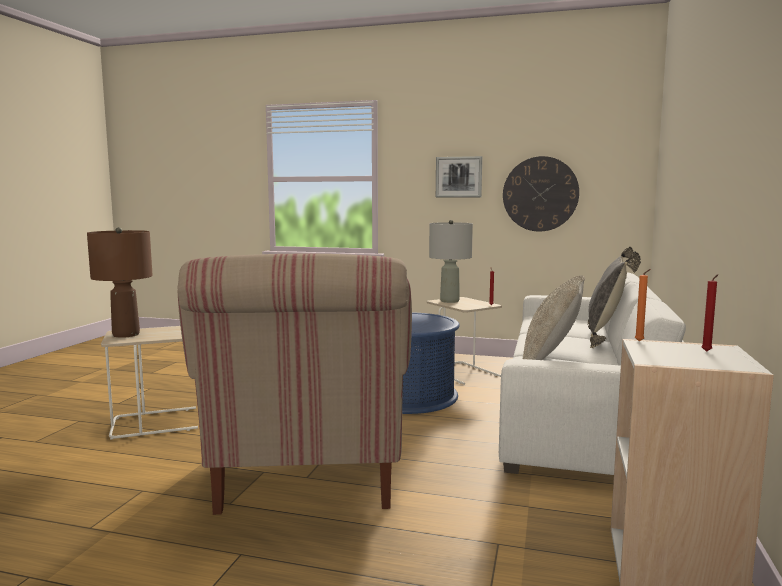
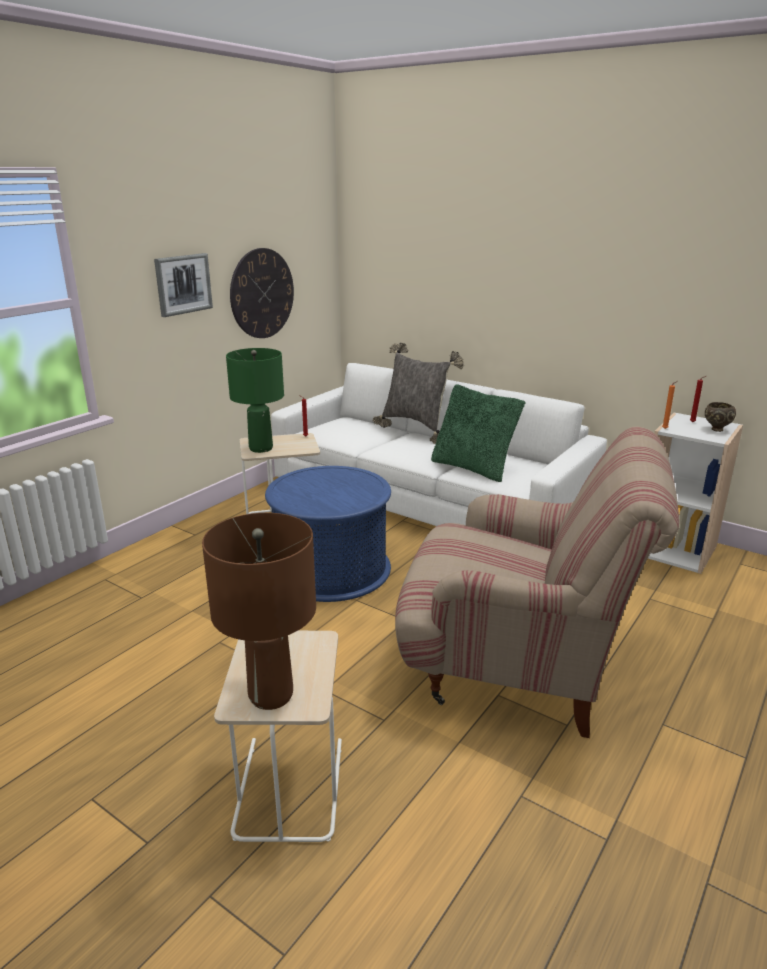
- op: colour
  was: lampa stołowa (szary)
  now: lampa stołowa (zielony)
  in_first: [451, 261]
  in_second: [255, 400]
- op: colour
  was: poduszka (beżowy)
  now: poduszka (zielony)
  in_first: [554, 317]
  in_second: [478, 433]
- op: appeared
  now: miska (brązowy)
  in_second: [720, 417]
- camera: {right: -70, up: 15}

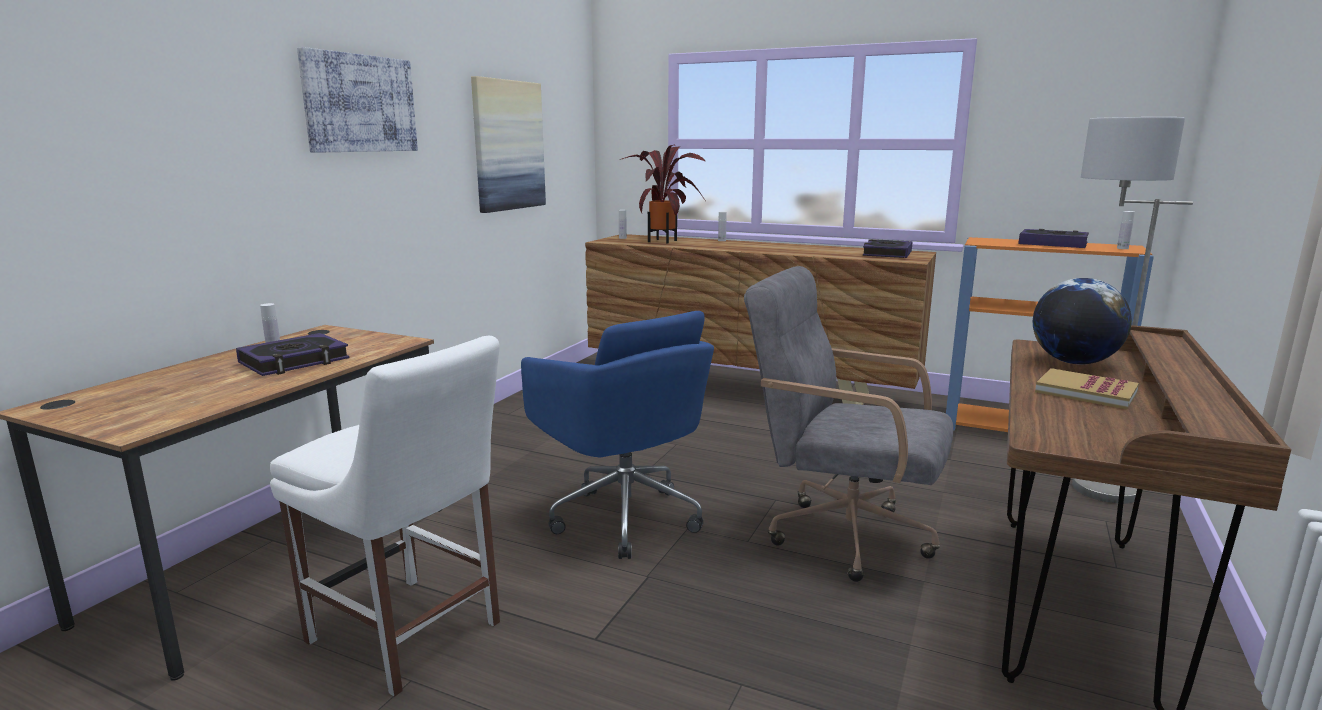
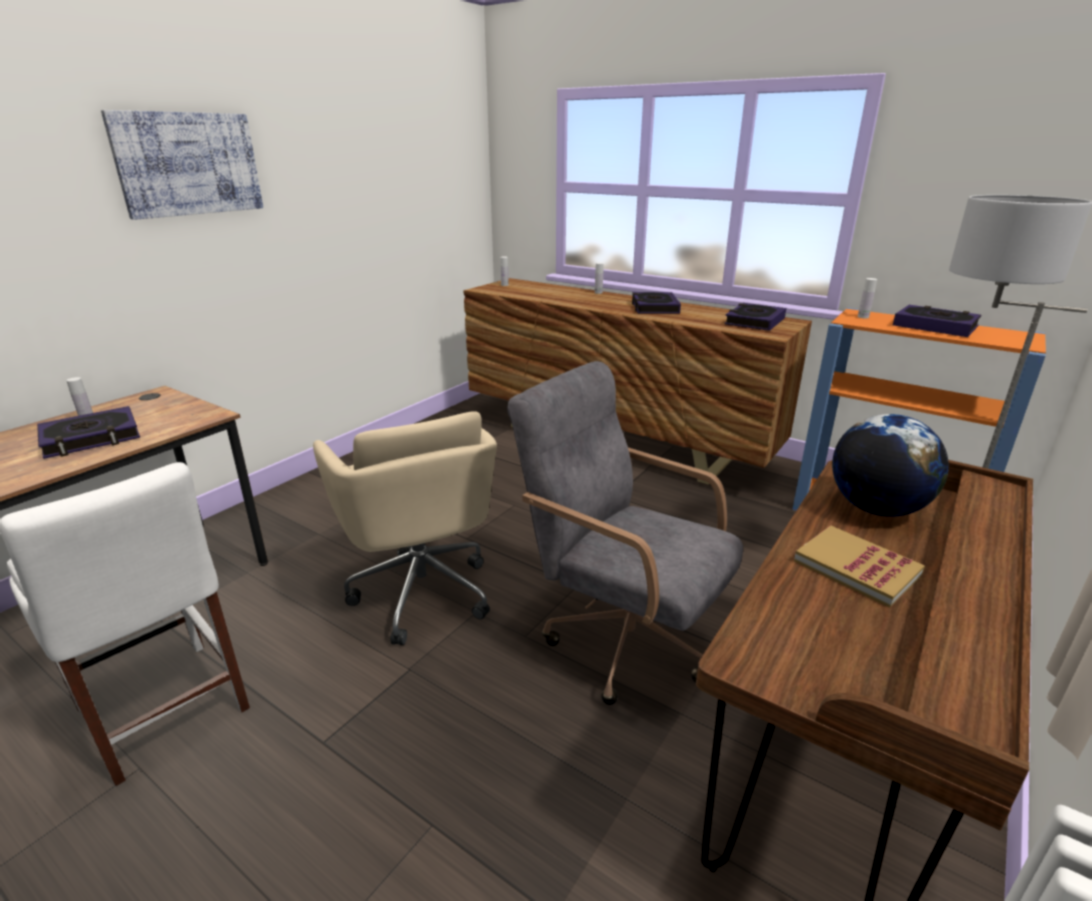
- op: missing
  was: obraz
  in_first: [508, 144]
- op: colour
  was: krzesło biurowe (niebieski)
  now: krzesło biurowe (beżowy)
  in_first: [617, 435]
  in_second: [405, 528]
- op: missing
  was: roślina doniczkowa
  in_first: [663, 194]
- op: relocated
  was: butelka (biały)
  in_first: [1126, 230]
  in_second: [867, 298]
- op: appeared
  now: książka
  in_second: [656, 303]
- camera: {right: 10, up: 10}

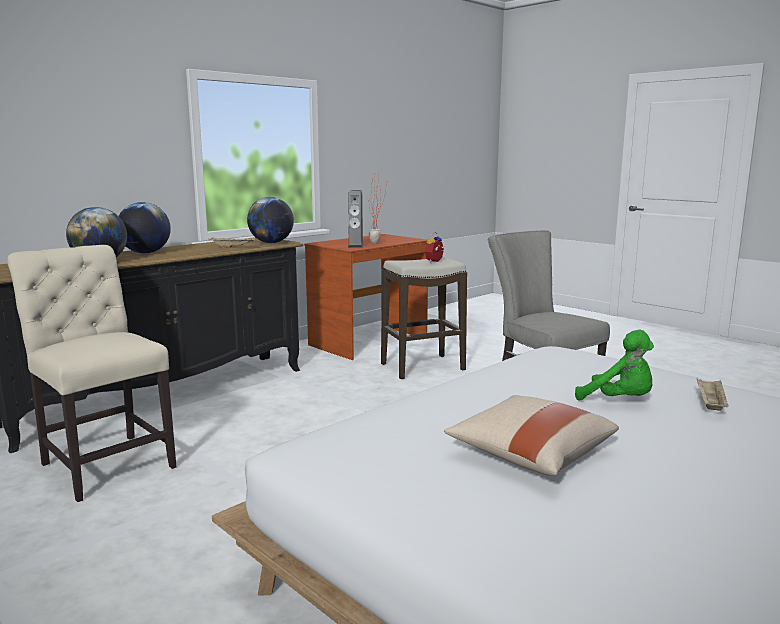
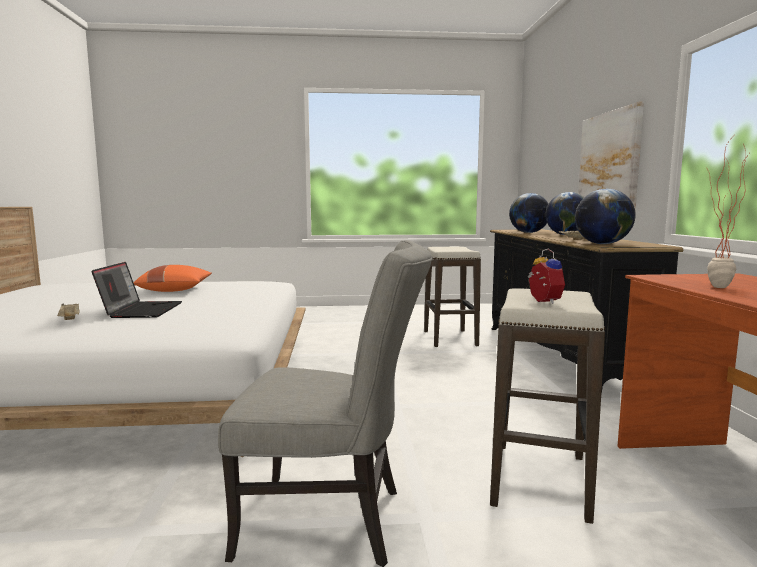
- op: exchanged
  was: krzesło (beżowy)
  now: stołek
  in_first: [91, 373]
  in_second: [452, 297]
- op: missing
  was: głośnik
  in_first: [356, 219]
- op: colour
  was: poduszka (beżowy)
  now: poduszka (pomarańczowy)
  in_first: [531, 435]
  in_second: [173, 278]
- op: exchanged
  was: pluszak (zielony)
  now: laptop
  in_first: [614, 365]
  in_second: [136, 290]
- op: appeared
  now: obraz
  in_second: [611, 155]
- camera: {right: 130, up: -5}

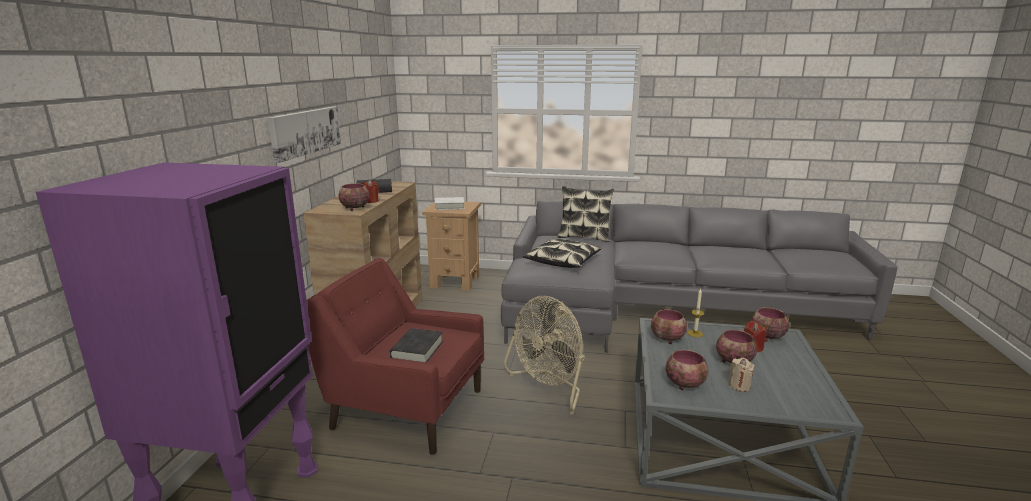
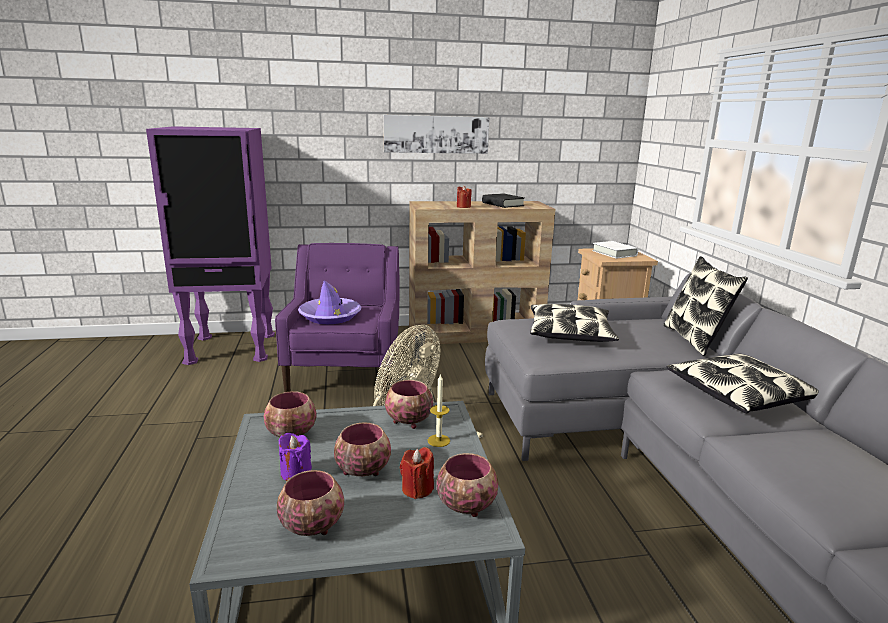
- op: colour
  was: fotel (czerwony)
  now: fotel (fioletowy)
  in_first: [395, 356]
  in_second: [337, 318]
- op: relocated
  was: miska
  in_first: [354, 197]
  in_second: [310, 503]
- op: exchanged
  was: książka (czarny)
  now: kapelusz (fioletowy)
  in_first: [416, 345]
  in_second: [330, 302]
- op: colour
  was: świeca (beżowy)
  now: świeca (fioletowy)
  in_first: [741, 375]
  in_second: [295, 457]
- op: appeared
  now: poduszka
  in_second: [742, 383]
- camera: {right: 70, up: 0}

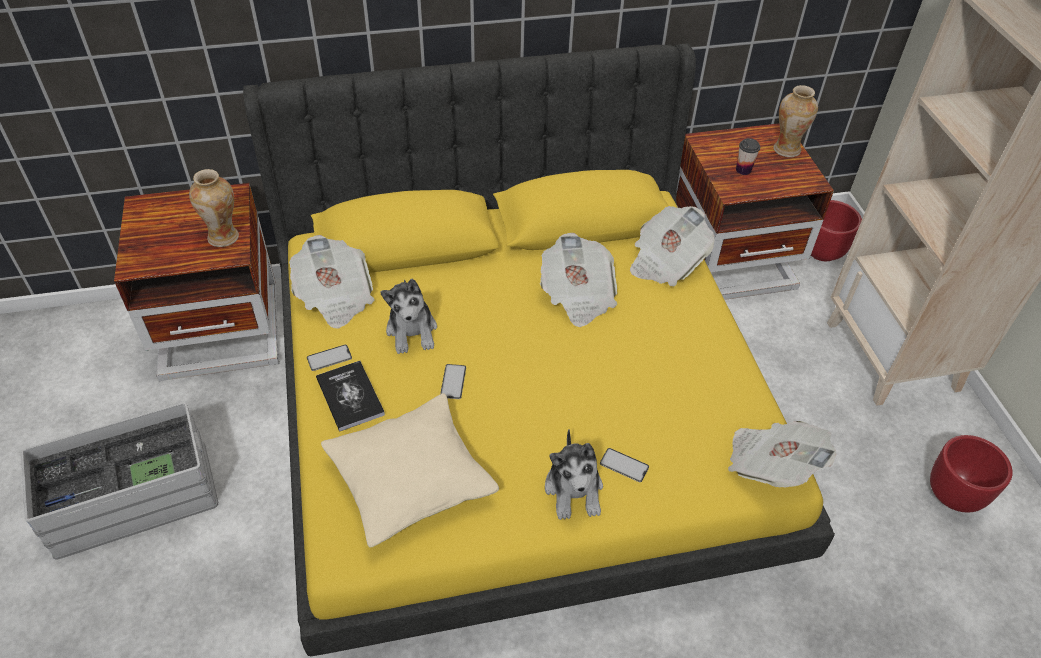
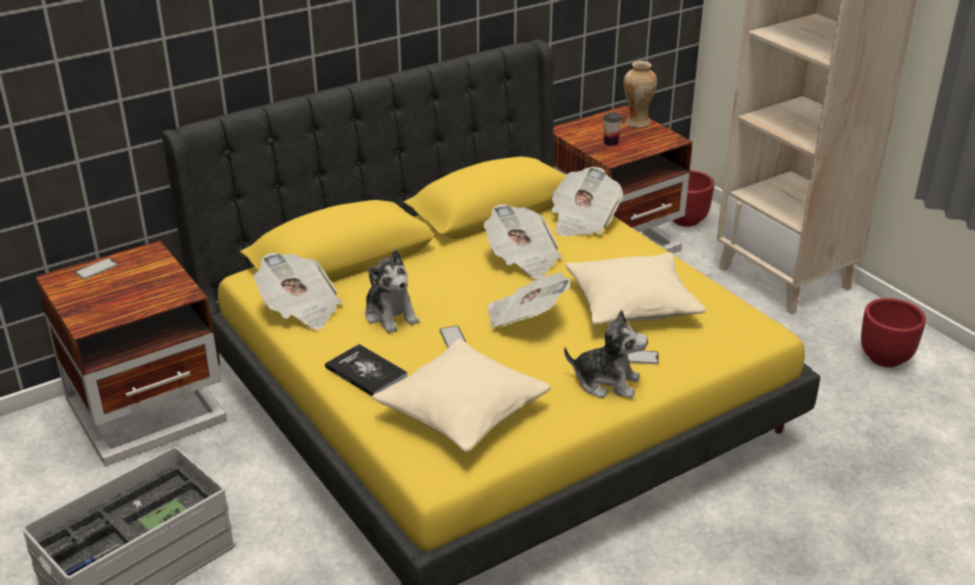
- op: missing
  was: wazon
  in_first: [214, 208]
- op: relocated
  was: telefon
  in_first: [329, 358]
  in_second: [96, 268]
- op: spun
  was: pluszak
  in_first: [574, 474]
  in_second: [606, 354]
  clockwise: -45
- op: relocated
  was: gazeta
  in_first: [782, 454]
  in_second: [529, 300]
- op: appeared
  now: poduszka (beżowy)
  in_second: [636, 288]
- camera: {right: -20, up: -15}

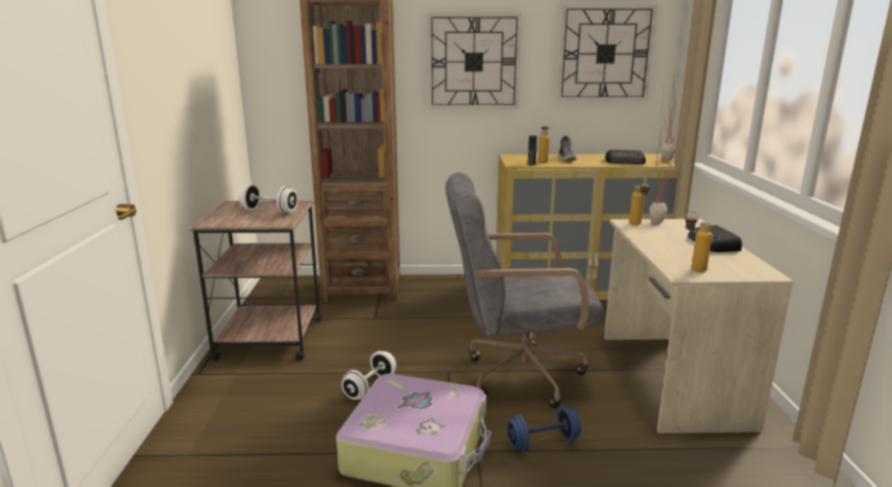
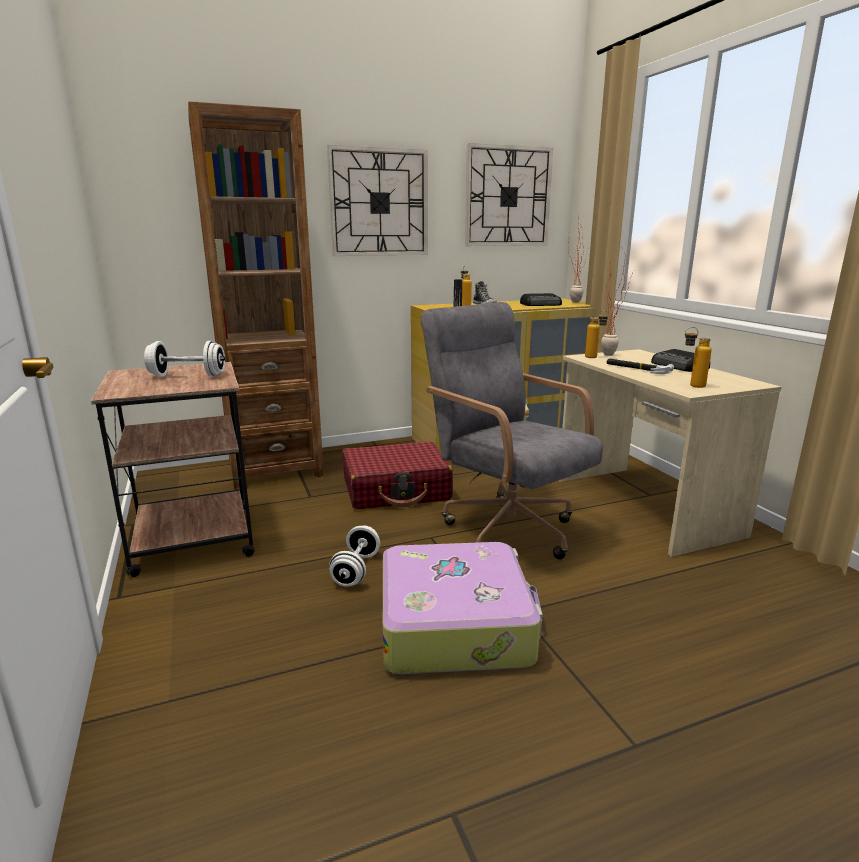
- op: spun
  was: krzesło biurowe (szary)
  in_first: [524, 290]
  in_second: [512, 430]
  clockwise: 75
- op: missing
  was: hantel (niebieski)
  in_first: [544, 428]
- op: appeared
  now: walizka (czerwony)
  in_second: [397, 475]
- op: appeared
  now: młotek
  in_second: [640, 366]
- camera: {right: -20, up: 0}

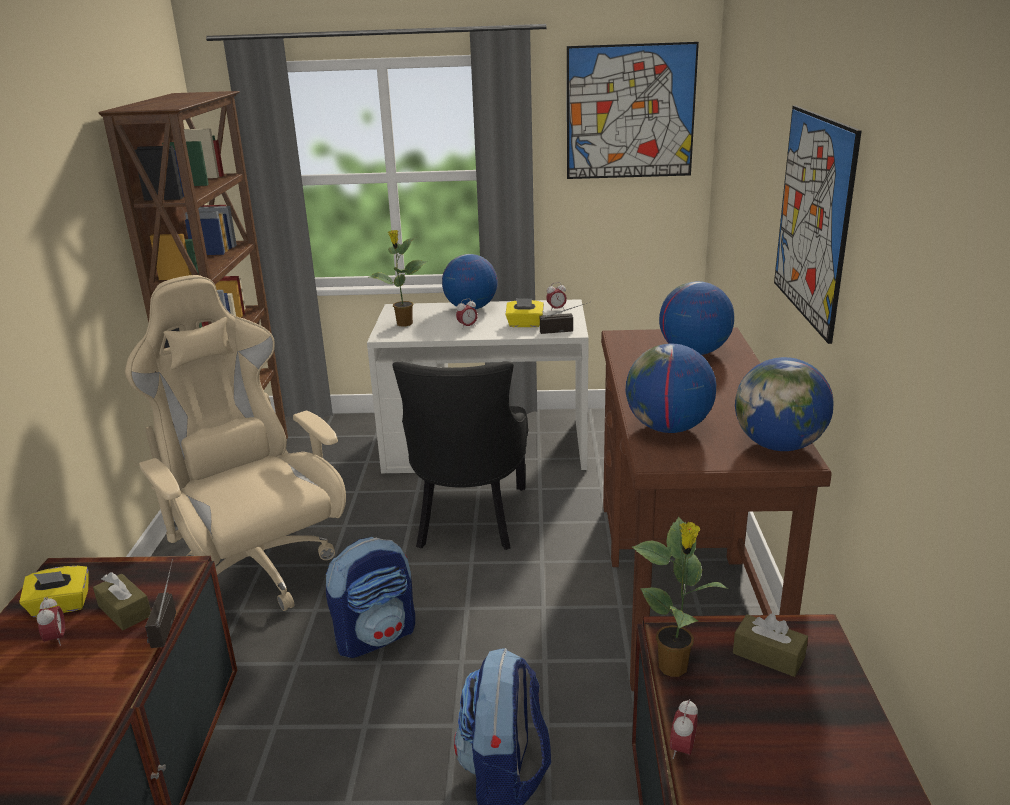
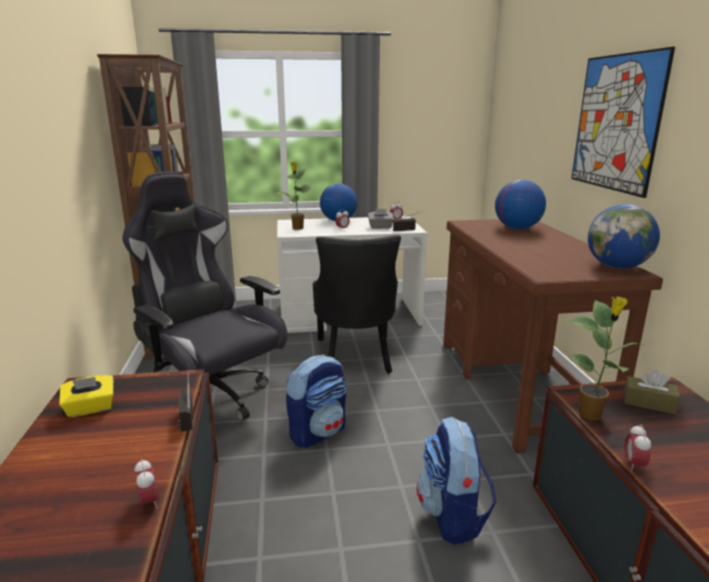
- op: relocated
  was: budzik
  in_first: [51, 621]
  in_second: [147, 484]
- op: missing
  was: pudełko chusteczek (brązowy)
  in_first: [122, 601]
- op: colour
  was: krzesło biurowe (beżowy)
  now: krzesło biurowe (czarny)
  in_first: [235, 443]
  in_second: [205, 296]
- op: colour
  was: pudełko chusteczek (żółty)
  now: pudełko chusteczek (szary)
  in_first: [524, 312]
  in_second: [381, 219]
- op: missing
  was: obraz
  in_first: [633, 110]
- op: missing
  was: globus
  in_first: [670, 388]
- camera: {right: -10, up: -5}

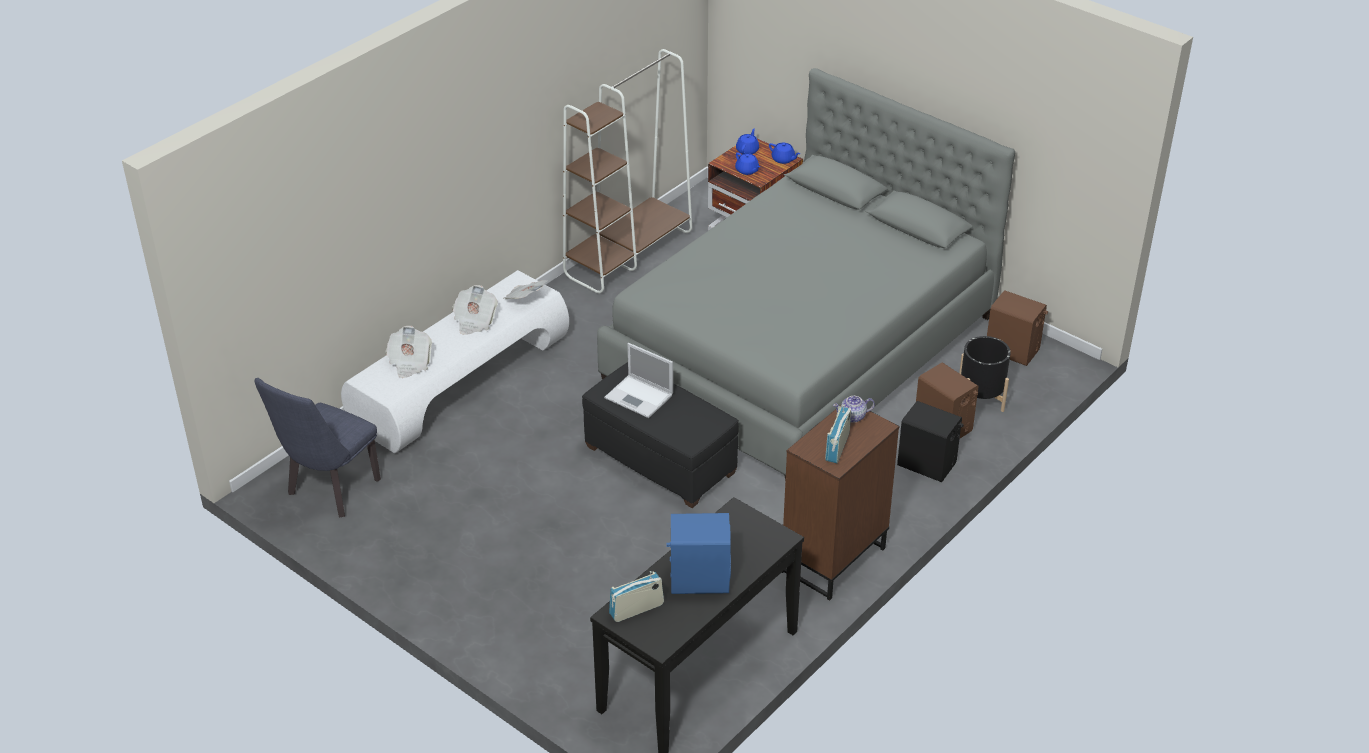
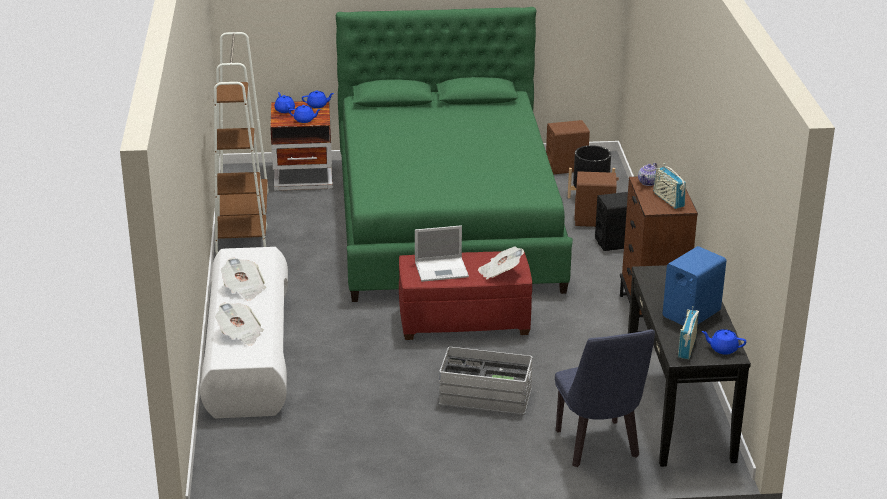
- op: relocated
  was: krzesło (niebieski)
  in_first: [318, 447]
  in_second: [605, 398]
- op: relocated
  was: gazeta
  in_first: [525, 289]
  in_second: [501, 262]
- op: colour
  was: pufa (czarny)
  now: pufa (czerwony)
  in_first: [660, 435]
  in_second: [465, 295]
- op: colour
  was: łóżko (szary)
  now: łóżko (zielony)
  in_first: [806, 274]
  in_second: [454, 154]
- op: appeared
  now: pojemnik do przechowywania (szary)
  in_second: [485, 381]
- op: appeared
  now: imbryk (niebieski)
  in_second: [723, 342]
- camera: {right: -45, up: -10}

